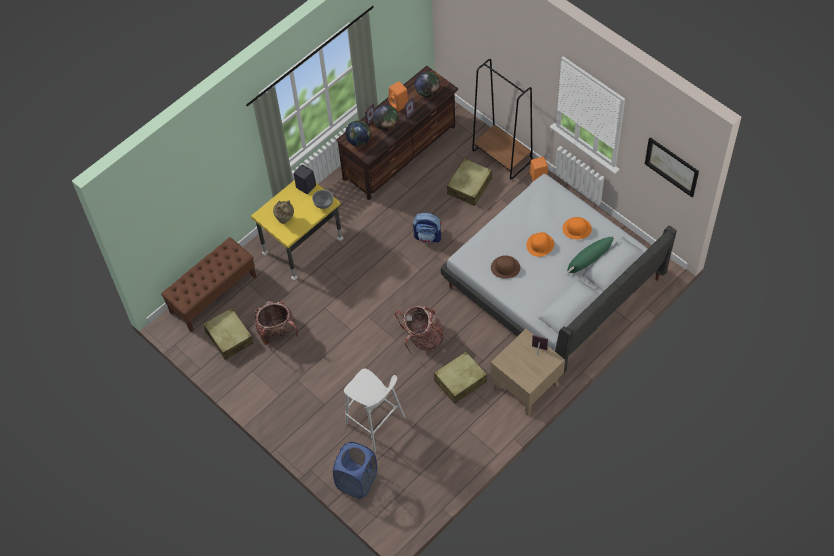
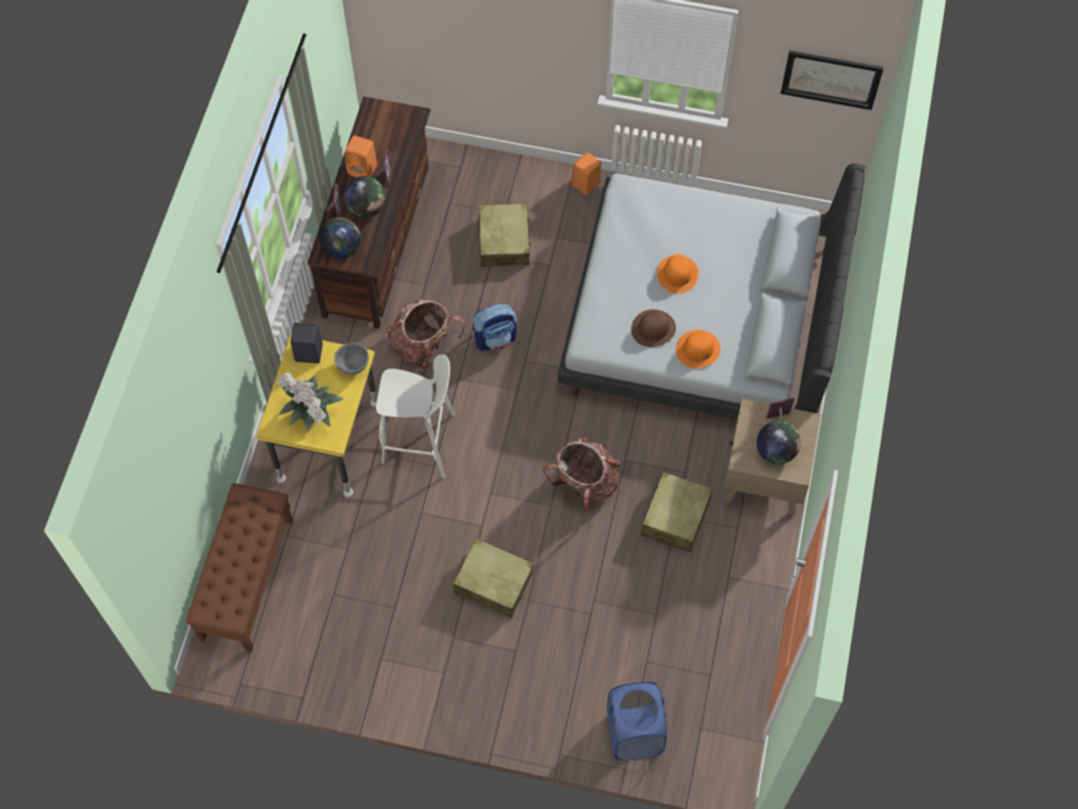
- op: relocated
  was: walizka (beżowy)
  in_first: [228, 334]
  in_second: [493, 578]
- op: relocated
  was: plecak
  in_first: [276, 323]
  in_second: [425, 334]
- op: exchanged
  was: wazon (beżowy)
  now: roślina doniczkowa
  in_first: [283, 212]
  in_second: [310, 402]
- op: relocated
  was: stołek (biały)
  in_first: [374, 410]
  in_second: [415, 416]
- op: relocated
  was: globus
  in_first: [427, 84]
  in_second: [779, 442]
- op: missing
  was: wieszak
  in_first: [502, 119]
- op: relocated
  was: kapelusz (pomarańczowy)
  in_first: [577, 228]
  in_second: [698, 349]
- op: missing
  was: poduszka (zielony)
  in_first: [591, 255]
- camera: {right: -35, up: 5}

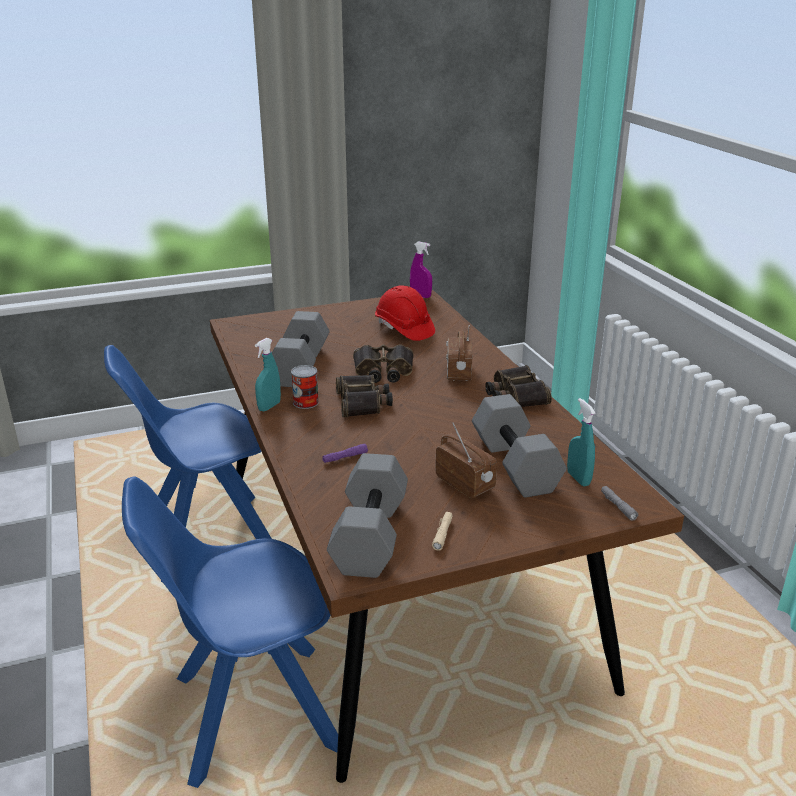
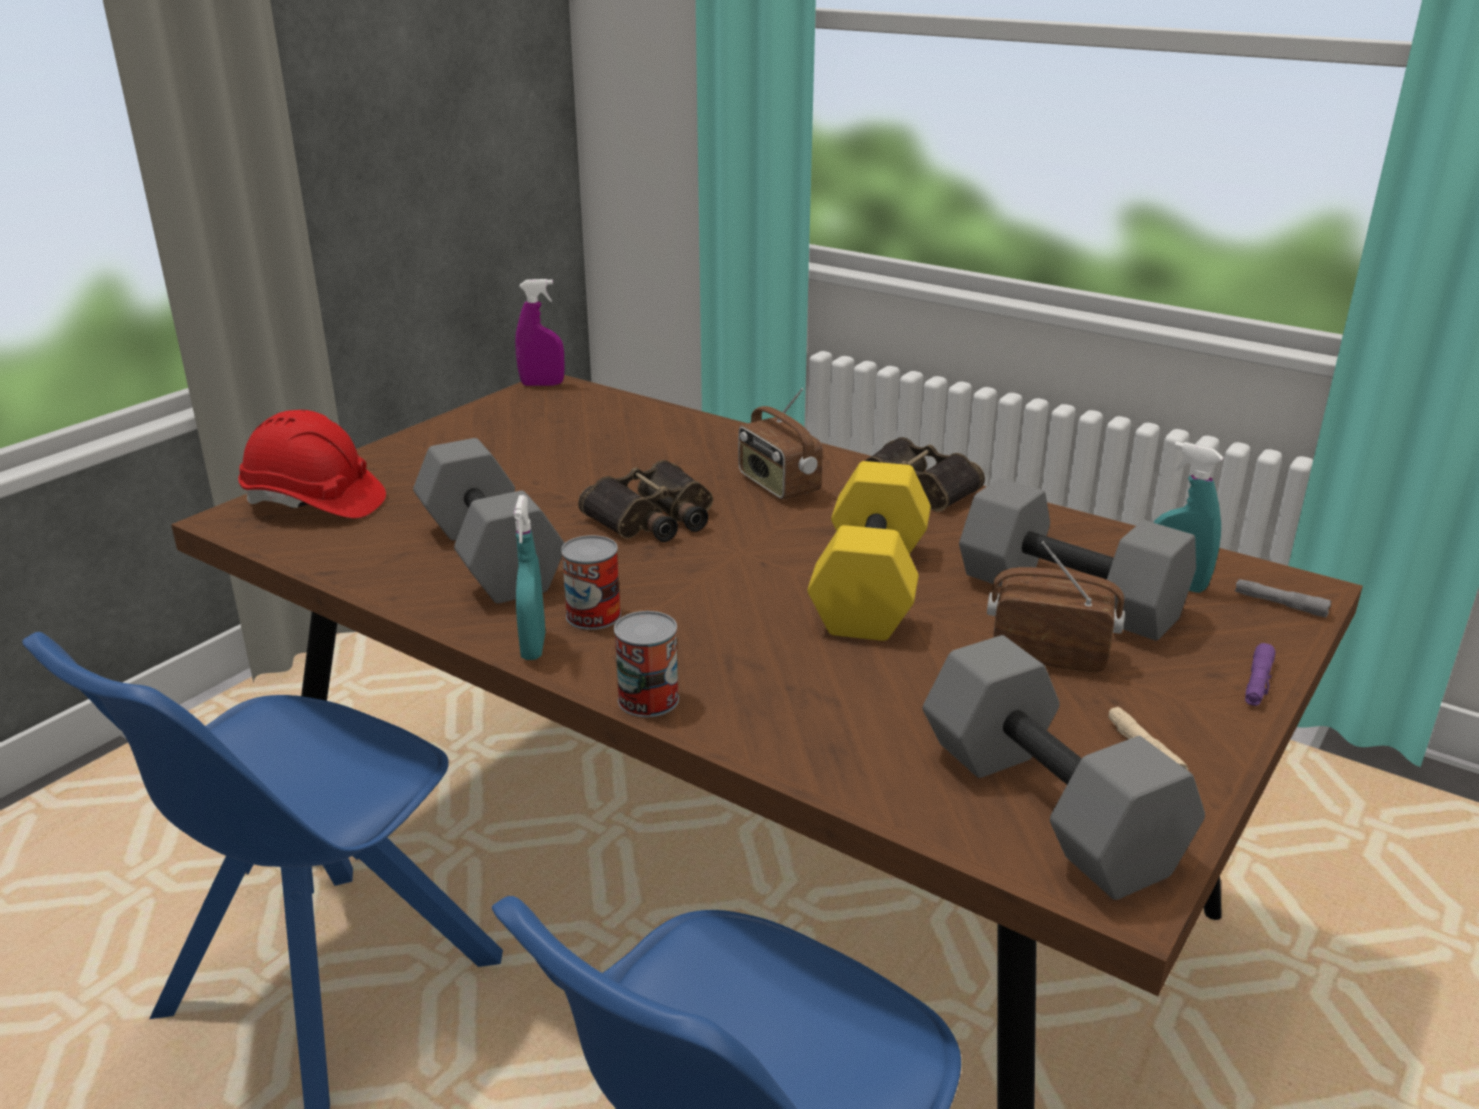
- op: relocated
  was: latarka (fioletowy)
  in_first: [345, 453]
  in_second: [1260, 674]
- op: missing
  was: lornetka
  in_first: [364, 396]
- op: relocated
  was: kask (czerwony)
  in_first: [405, 313]
  in_second: [312, 464]
- op: appeared
  now: puszka
  in_second: [646, 664]
- op: appeared
  now: hantel (żółty)
  in_second: [869, 551]
- camera: {right: -35, up: 0}

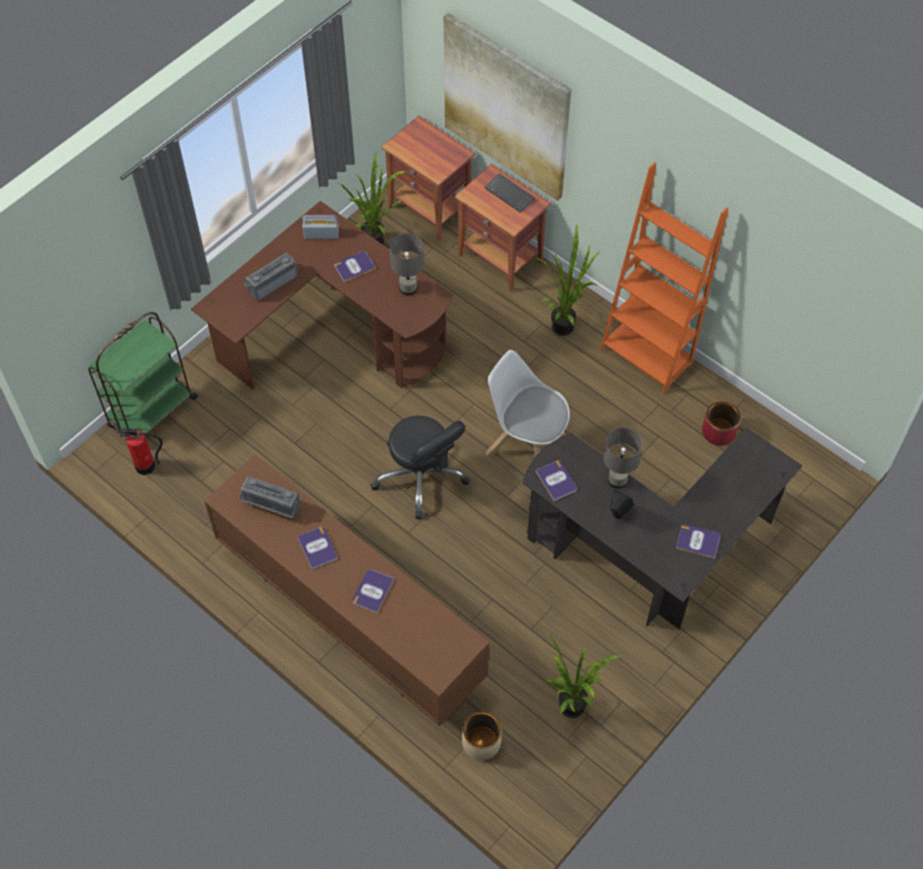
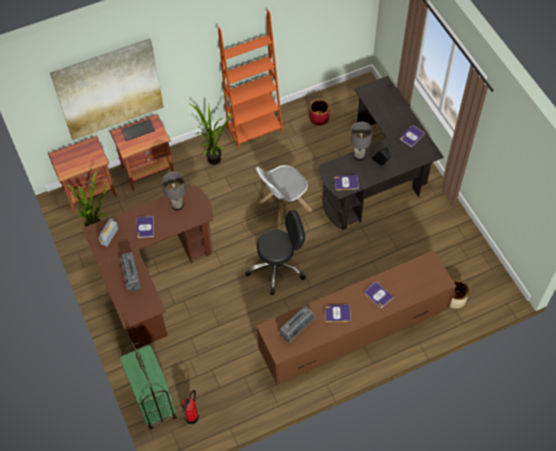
- op: missing
  was: roślina doniczkowa
  in_first: [581, 674]
- camera: {right: -65, up: 0}

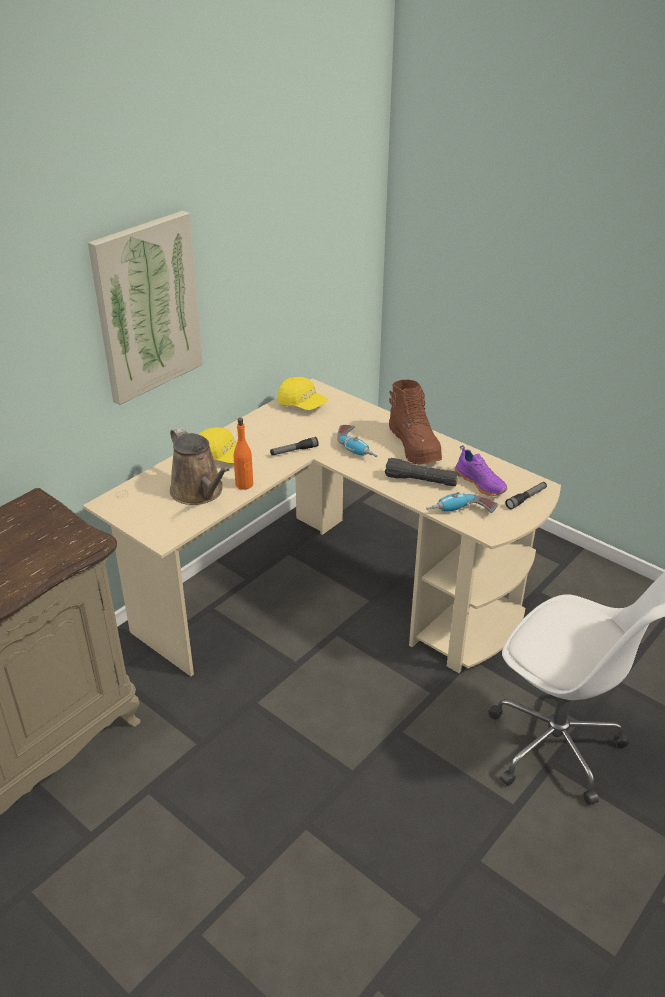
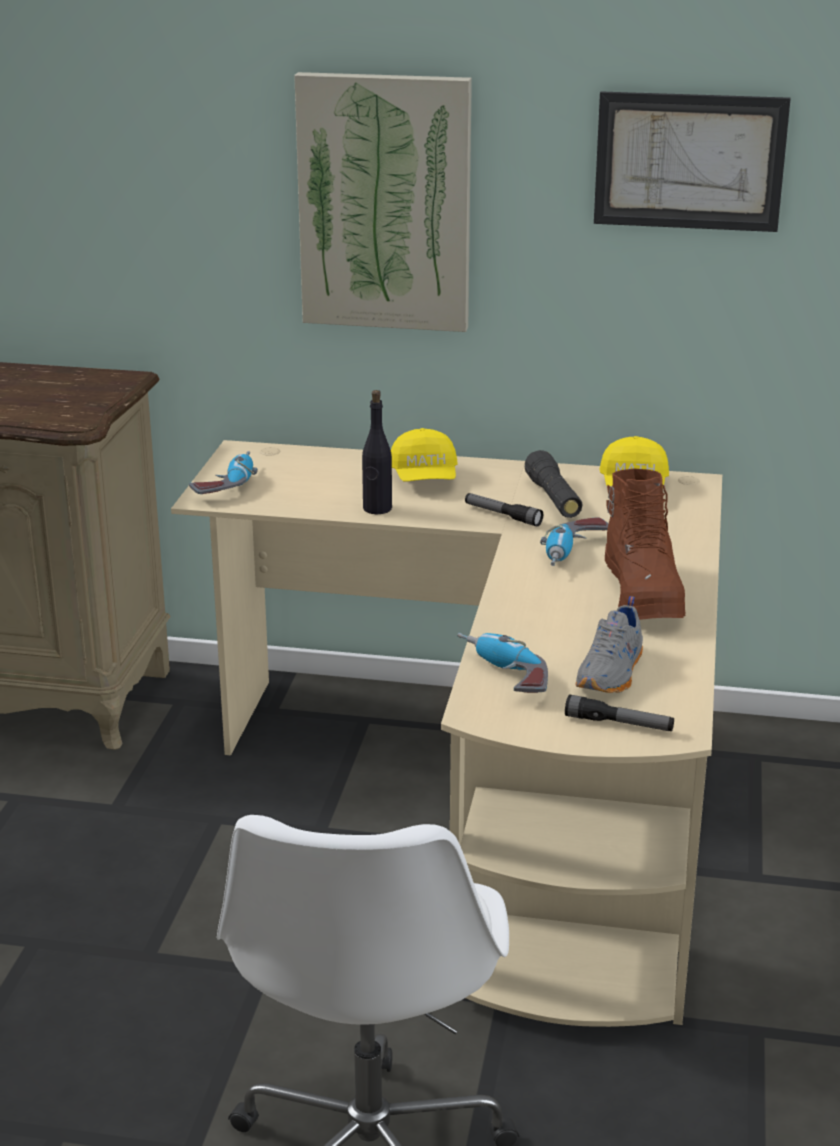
- op: missing
  was: konewka (brązowy)
  in_first: [200, 466]
- op: colour
  was: butelka (pomarańczowy)
  now: butelka (czarny)
  in_first: [243, 454]
  in_second: [377, 452]
- op: relocated
  was: latarka (czarny)
  in_first: [421, 472]
  in_second: [553, 484]
- op: spun
  was: but z cholewką (brązowy)
  in_first: [415, 422]
  in_second: [645, 544]
  clockwise: -45
- op: colour
  was: but (fioletowy)
  now: but (szary)
  in_first: [481, 470]
  in_second: [609, 644]
- op: appeared
  now: wiertarka
  in_second: [223, 472]
- op: appeared
  now: obraz
  in_second: [692, 162]
- camera: {right: 60, up: -10}

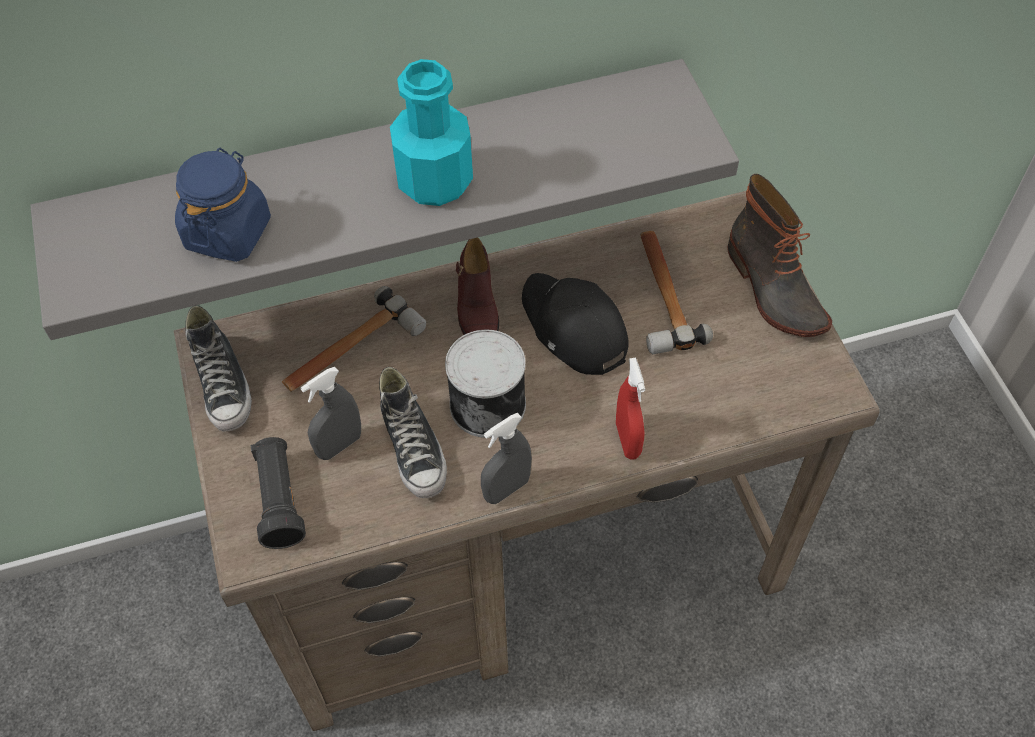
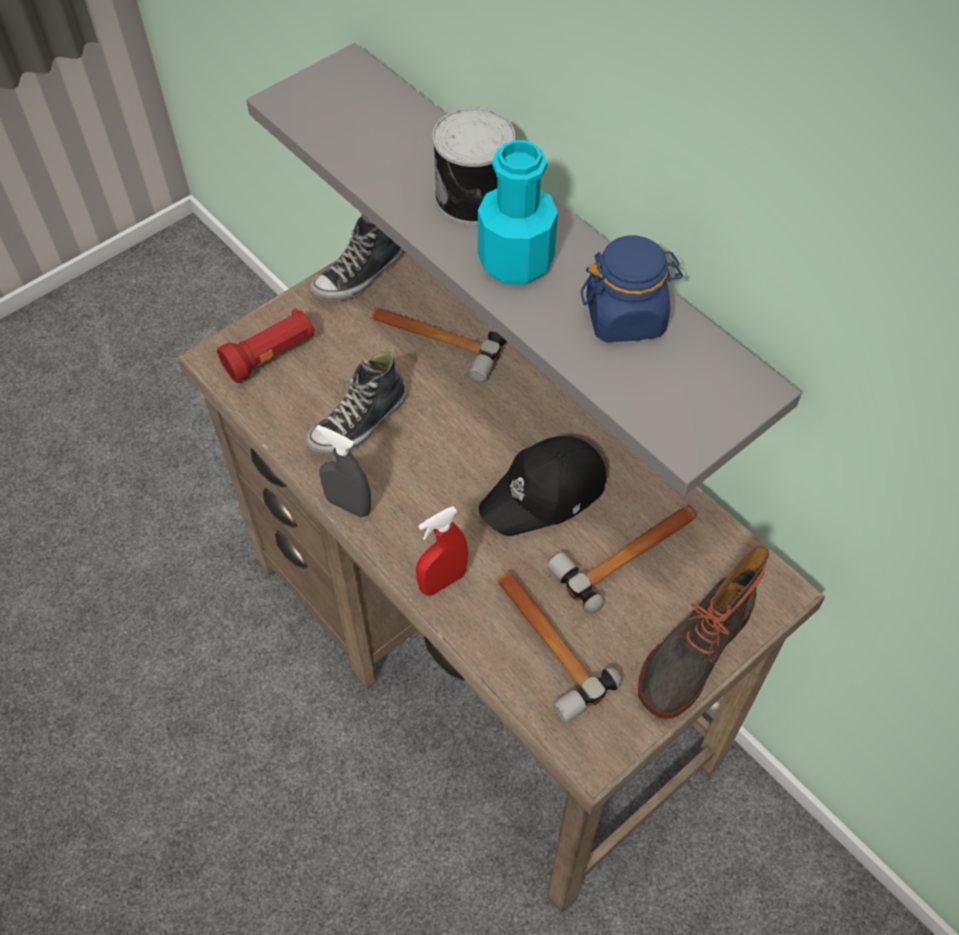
- op: relocated
  was: słoik (niebieski)
  in_first: [223, 205]
  in_second: [632, 288]
- op: colour
  was: latarka (czarny)
  now: latarka (czerwony)
  in_first: [278, 493]
  in_second: [266, 345]
- op: missing
  was: spryskiwacz (szary)
  in_first: [331, 413]
- op: relocated
  was: puszka
  in_first: [485, 384]
  in_second: [473, 166]
- op: missing
  was: but (brązowy)
  in_first: [477, 286]
- op: spun
  was: czapka z daszkiem (czarny)
  in_first: [575, 324]
  in_second: [542, 486]
  clockwise: -150
- op: appeared
  now: młotek
  in_second: [559, 646]
- camera: {right: 65, up: 0}

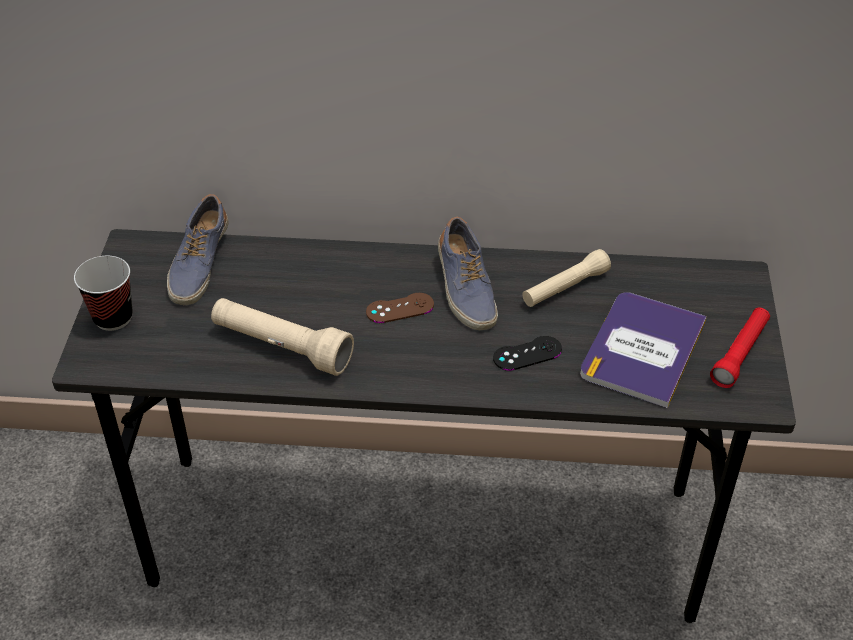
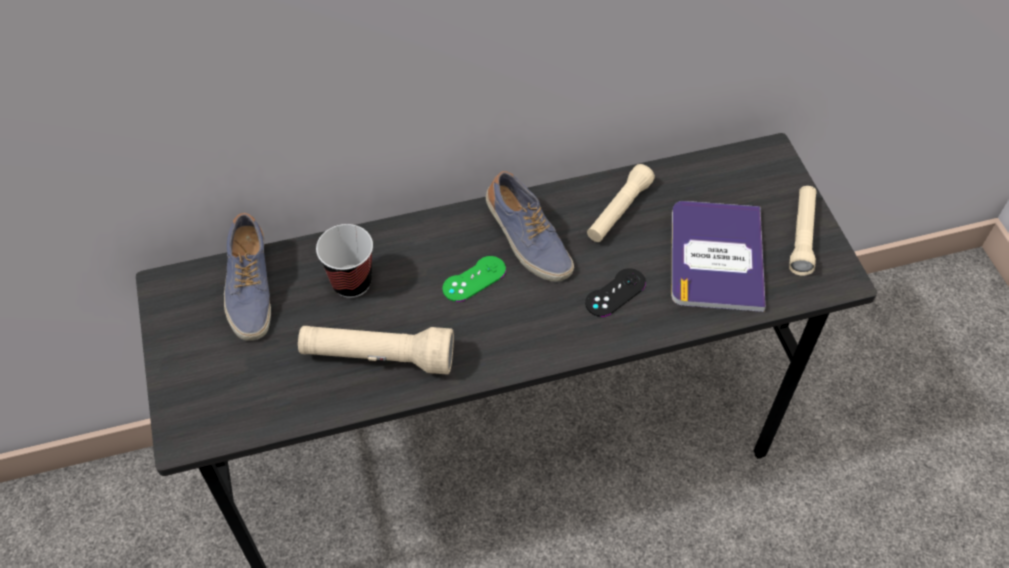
- op: relocated
  was: filiżanka
  in_first: [103, 293]
  in_second: [344, 261]
- op: colour
  was: pad do gier (brązowy)
  now: pad do gier (zielony)
  in_first: [400, 308]
  in_second: [474, 279]
- op: colour
  was: latarka (czerwony)
  now: latarka (beżowy)
  in_first: [740, 348]
  in_second: [803, 231]
- camera: {right: -20, up: 10}

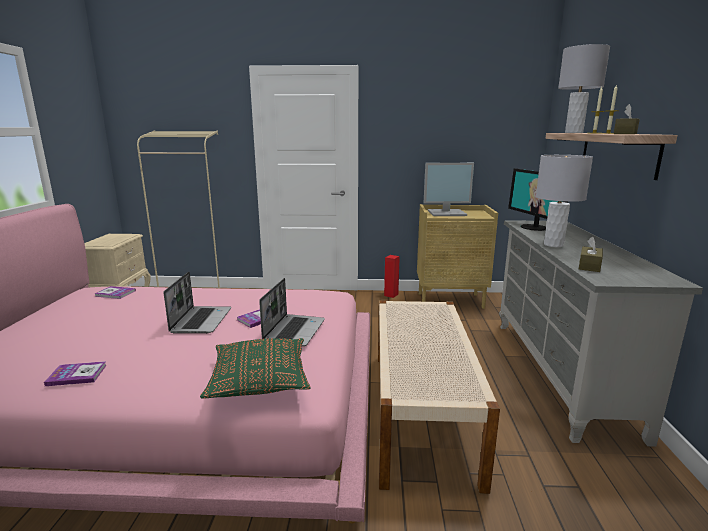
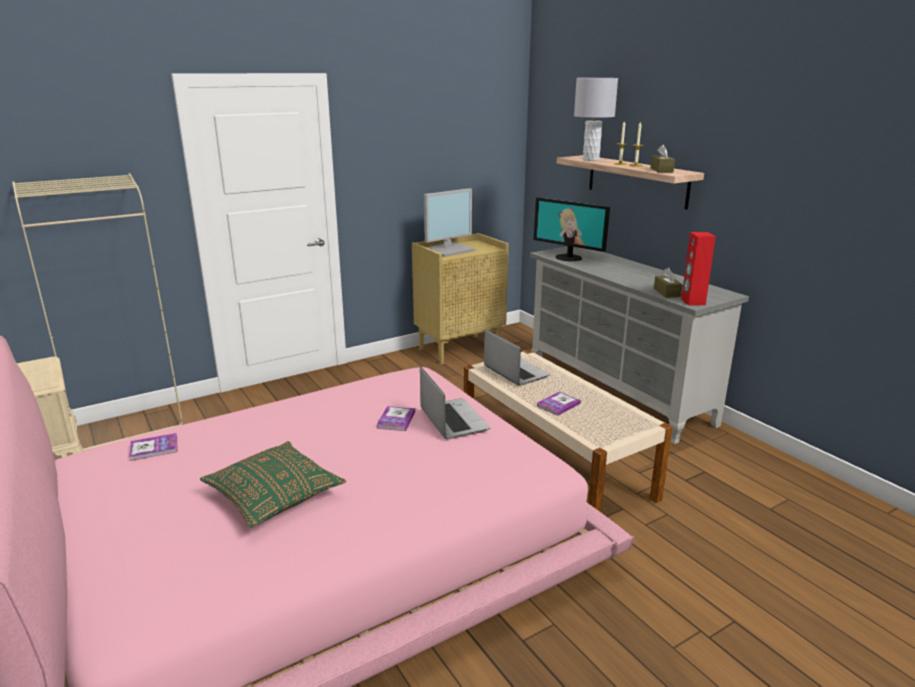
- op: relocated
  was: książka
  in_first: [75, 373]
  in_second: [558, 404]
- op: relocated
  was: laptop
  in_first: [197, 302]
  in_second: [517, 357]
- op: relocated
  was: poduszka (zielony)
  in_first: [255, 368]
  in_second: [273, 484]
- op: relocated
  was: głośnik (czerwony)
  in_first: [392, 276]
  in_second: [698, 269]
- op: missing
  was: lampa stołowa (szary)
  in_first: [564, 201]
- camera: {right: -35, up: 5}

